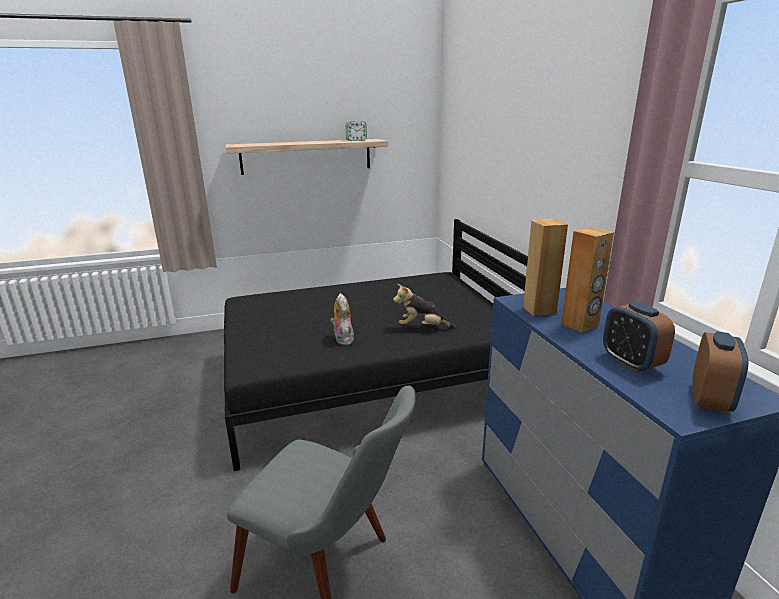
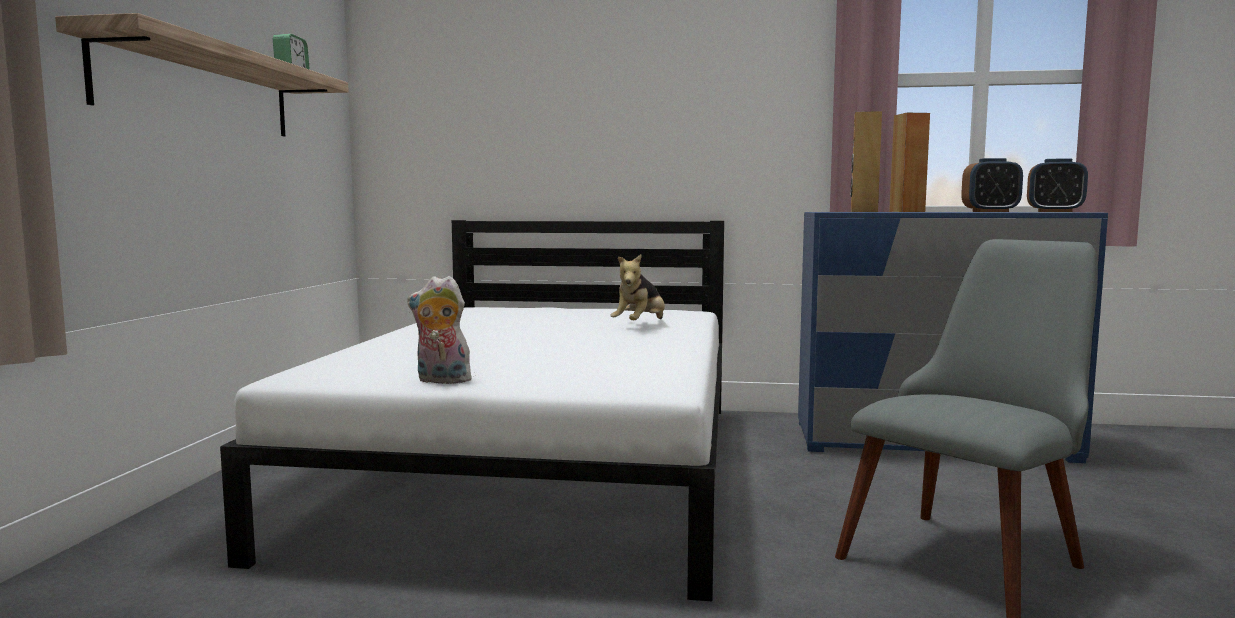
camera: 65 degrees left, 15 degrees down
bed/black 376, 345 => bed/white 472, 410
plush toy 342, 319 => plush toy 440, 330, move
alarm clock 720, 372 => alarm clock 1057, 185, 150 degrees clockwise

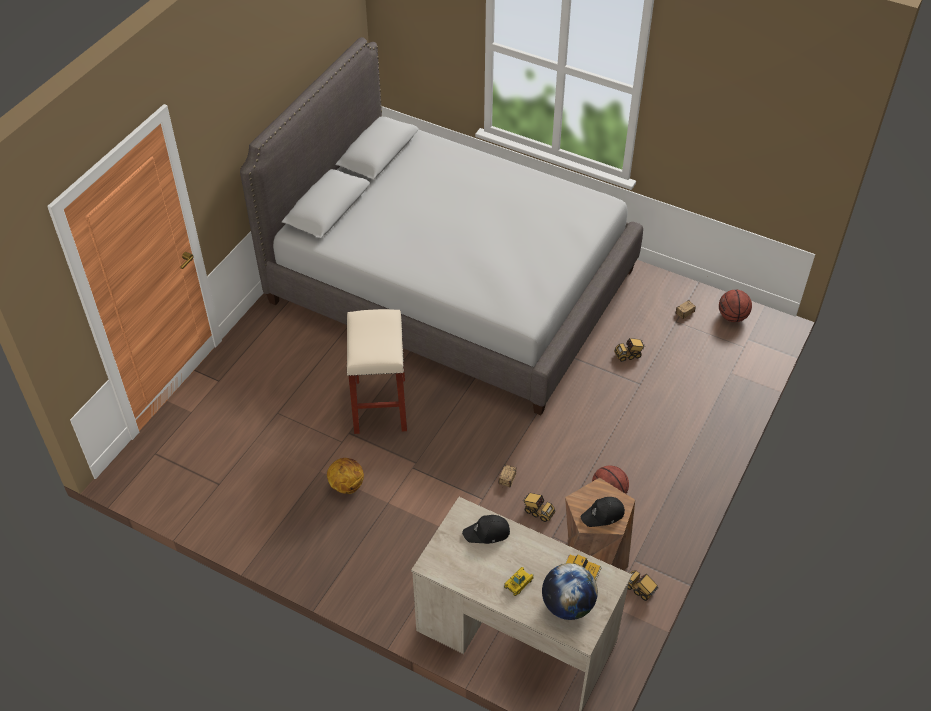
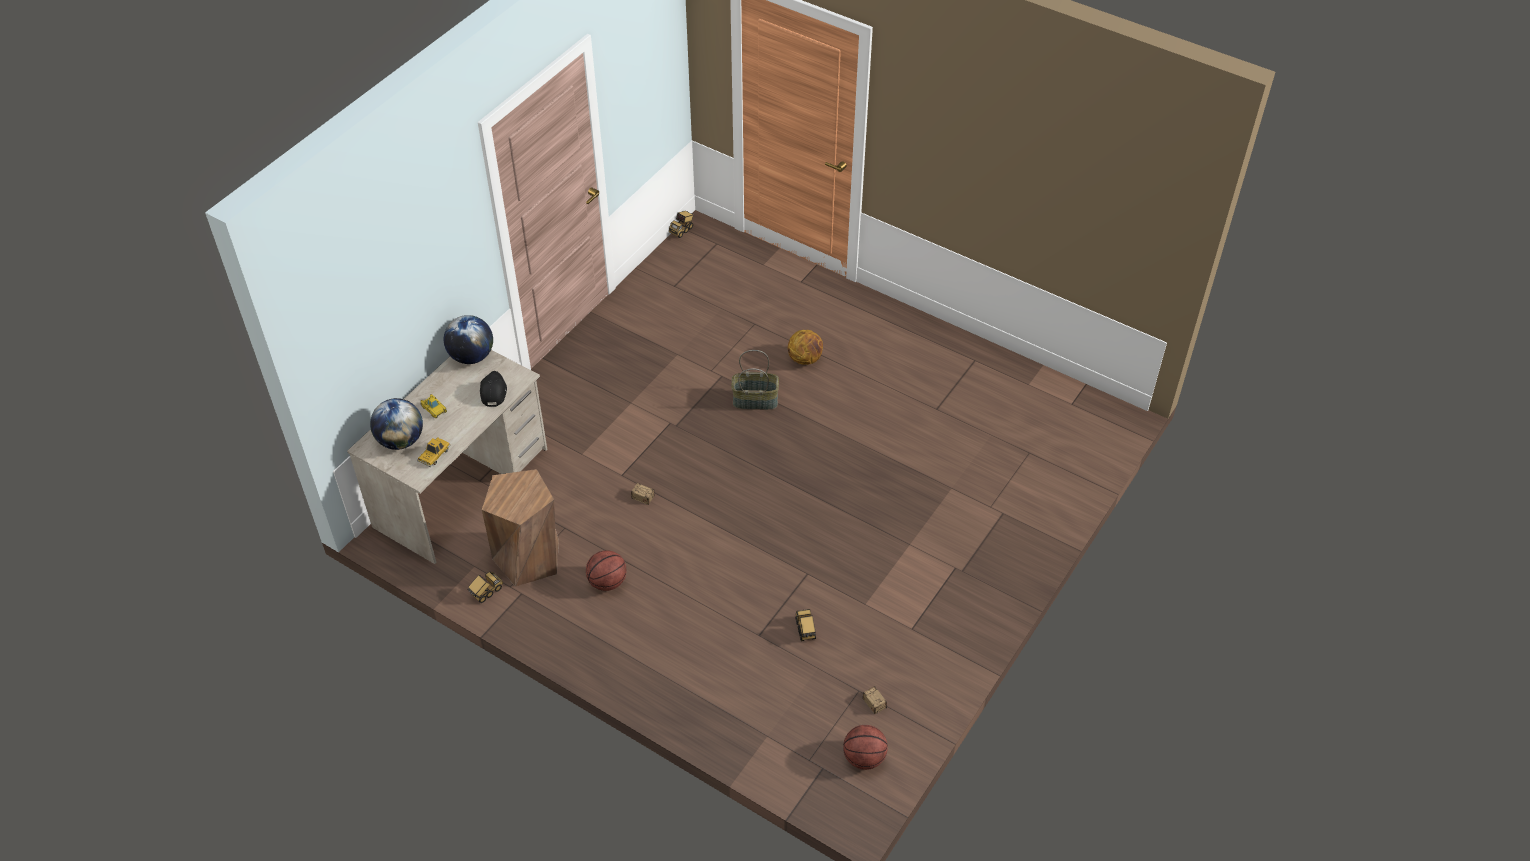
camera: 95 degrees right, 0 degrees up
nothing => globe 468, 339
toy truck 539, 507 => toy truck 681, 224, move
stool/beige 377, 371 => basket 755, 380
basketball 345, 476 => basketball 805, 347, move
bed/grey 441, 226 => nothing
cap/black 603, 512 => nothing

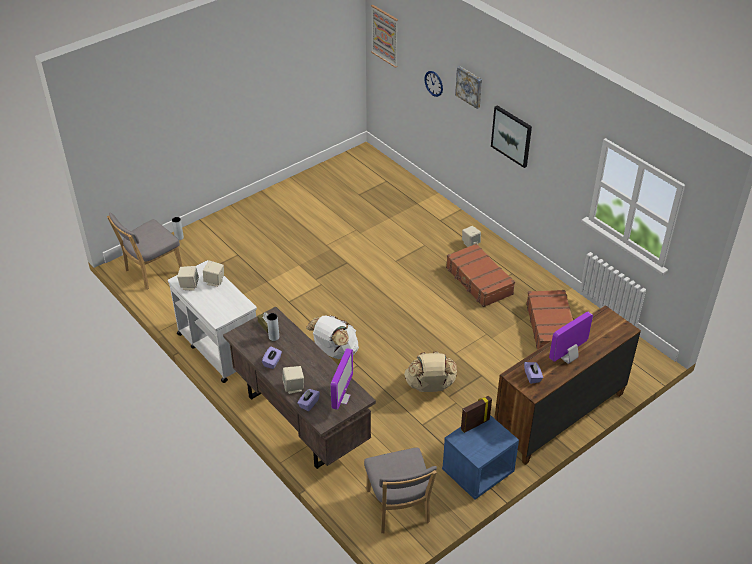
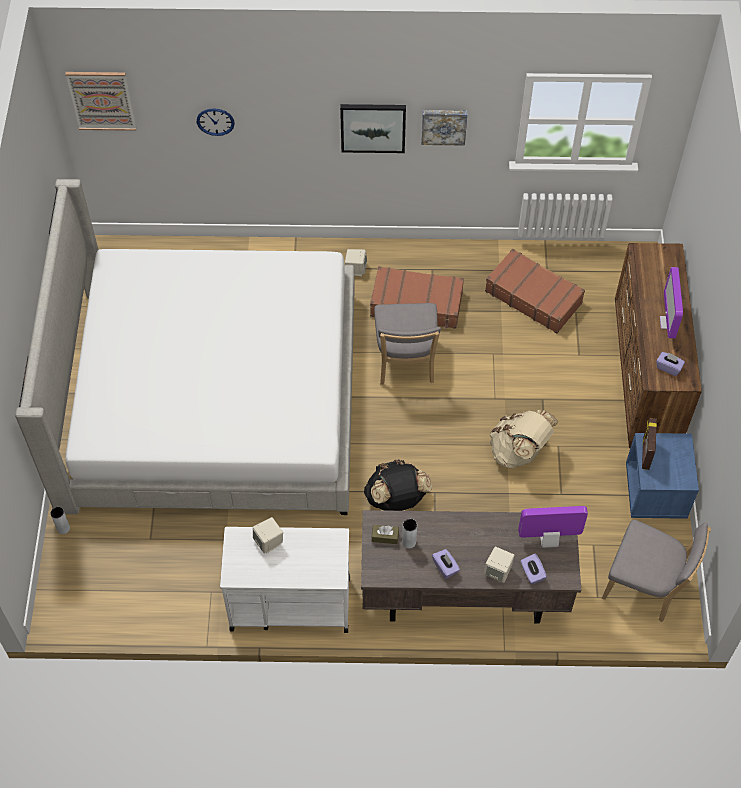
camera: 50 degrees left, 15 degrees up
nothing => bed 185, 347
backpack/white 332, 337 => backpack/black 398, 485
chair/grey 145, 251 => chair/grey 407, 344, move
picture 468, 87 => picture 444, 127, move
monitor 341, 379 => monitor 553, 527, 60 degrees counterclockwise
speaker/beige 188, 278 => nothing

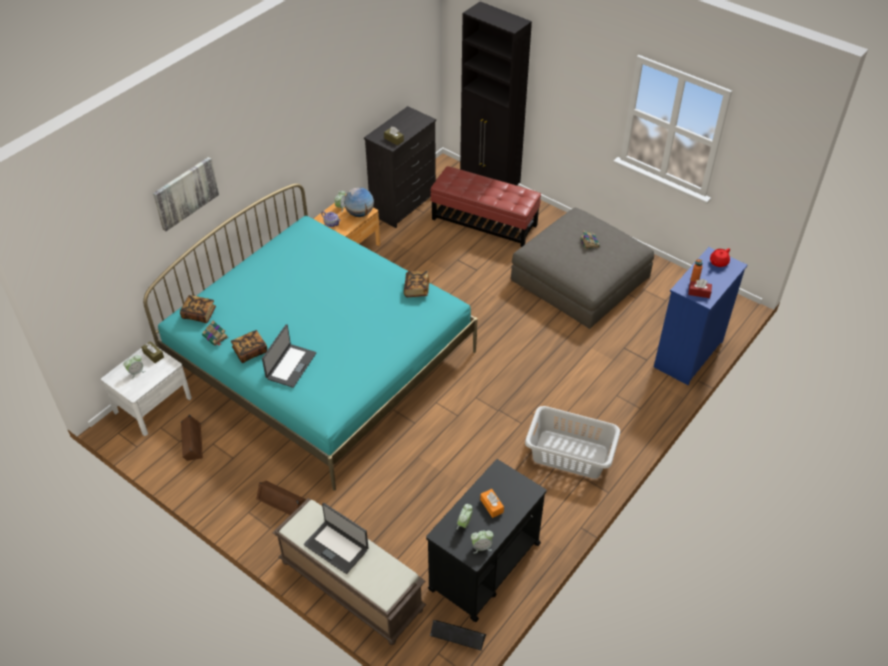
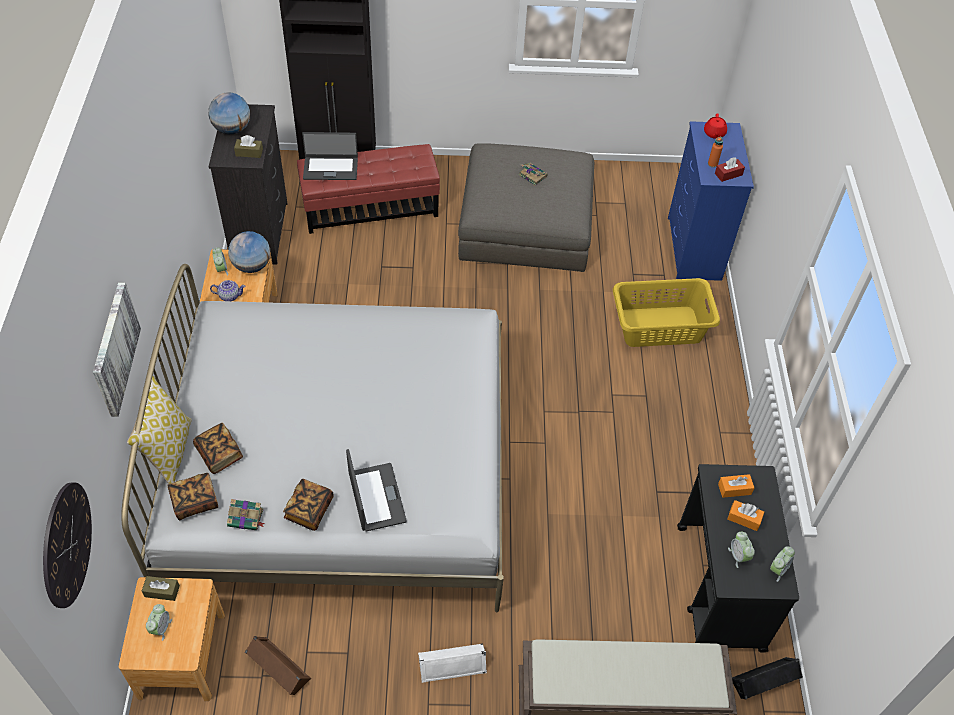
camera: 40 degrees left, 5 degrees up
nothing => wall clock 67, 545
nightstand/white 146, 392 => nightstand/brown 172, 639
bed/turquoise 310, 337 => bed/white 312, 438
nothing => pillow 159, 430
book 417, 284 => book 218, 448, move
nothing => globe 229, 113
laptop 336, 538 => laptop 330, 156, move
speaker/brown 281, 497 => speaker/white 452, 663
nothing => laundry basket/yellow 666, 312
nothing => tissue box/orange 736, 486
laundry basket/grey 572, 442 => nothing

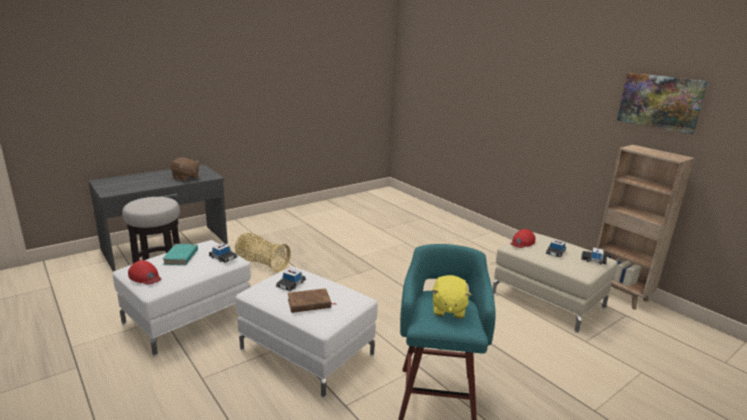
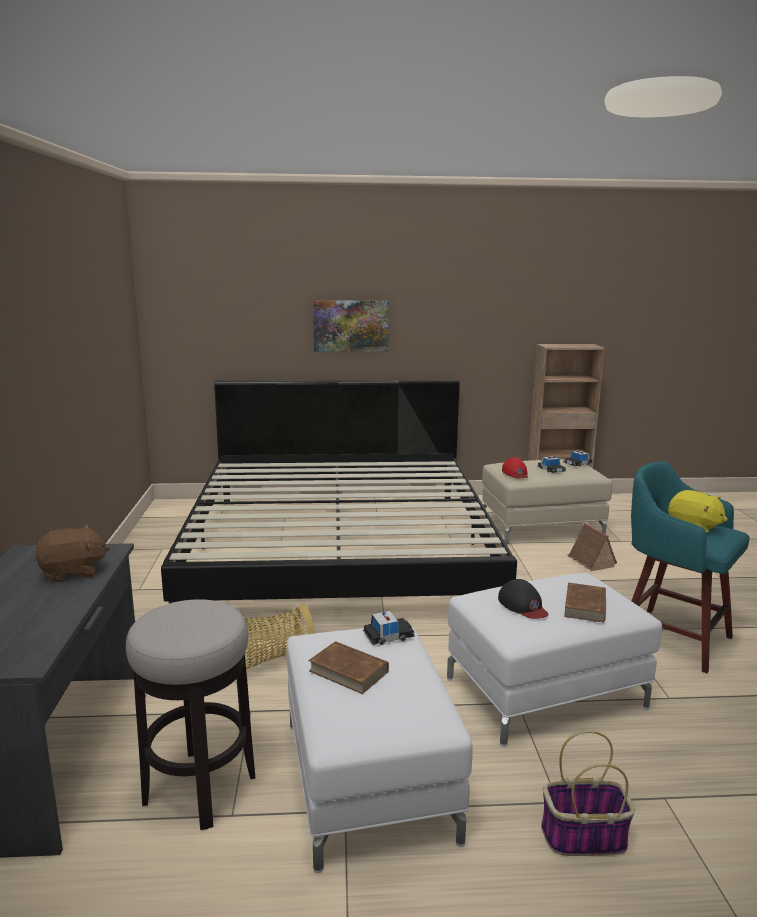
camera: 55 degrees left, 5 degrees down
nothing => bed 339, 491
book/turquoise 180, 254 => book/brown 348, 667
picture 663, 103 => picture 351, 325, move
toy car 291, 279 => cap/black 523, 599
nothing => basket 588, 793
nothing => toy house 592, 547
cap/red 144, 272 => nothing

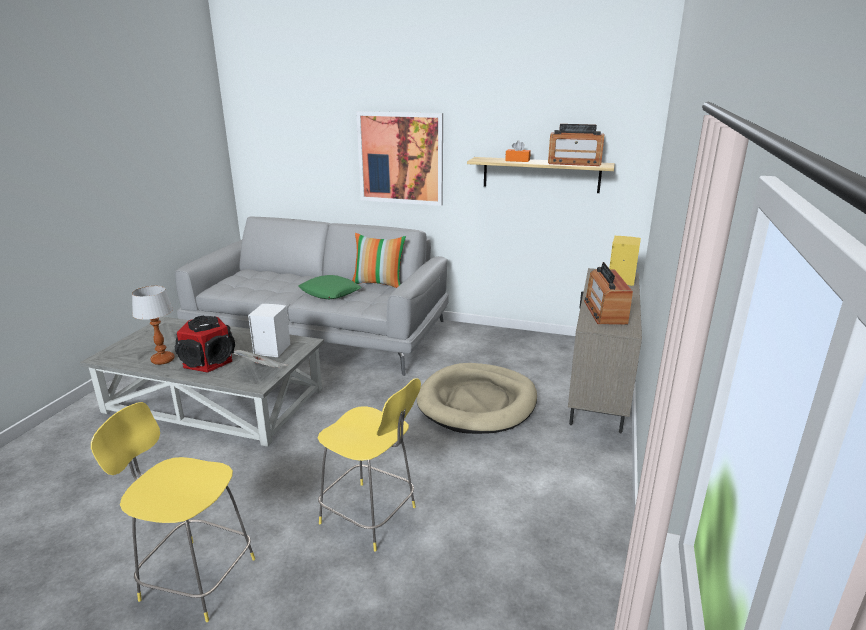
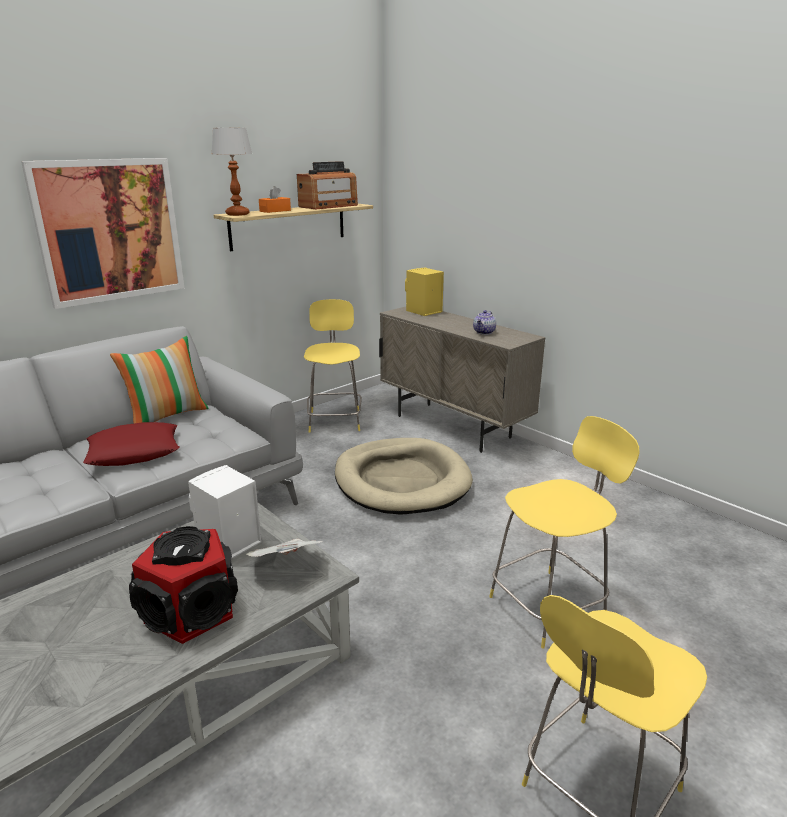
camera: 60 degrees left, 0 degrees up
pillow/green 329, 287 => pillow/red 131, 444
table lamp 153, 325 => table lamp 232, 172, move
nothing => stool/yellow 333, 366
radio 608, 293 => teapot 484, 322

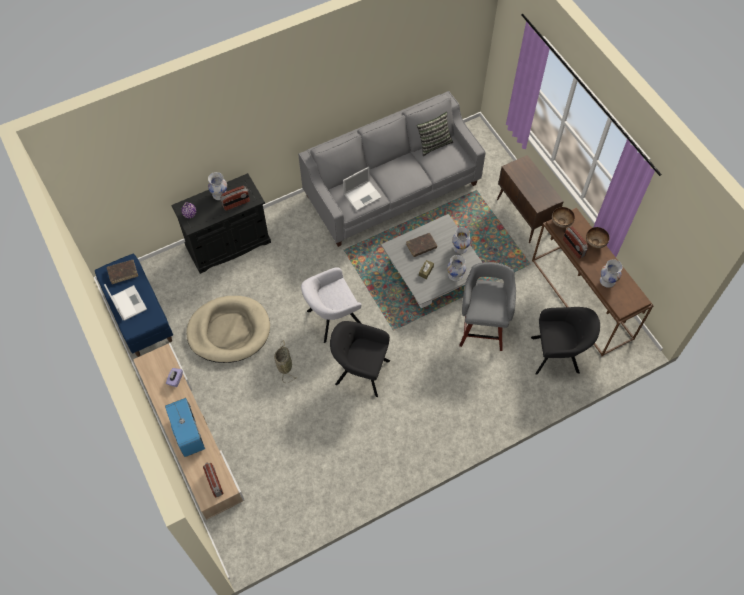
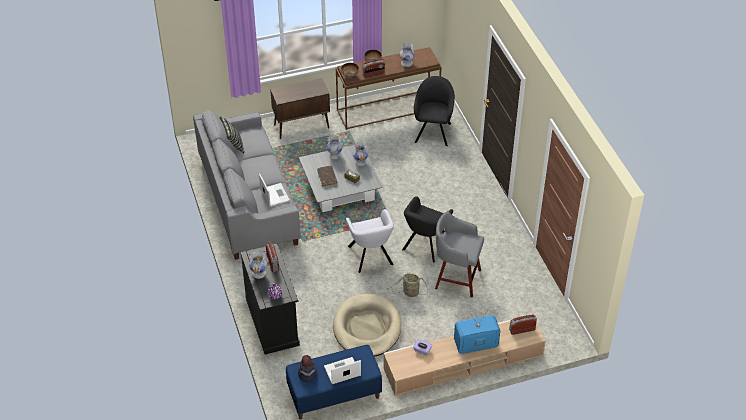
camera: 80 degrees left, 15 degrees down
book/brown 122, 272 => hat 307, 369
stool/grey 488, 306 => stool/grey 459, 254, move

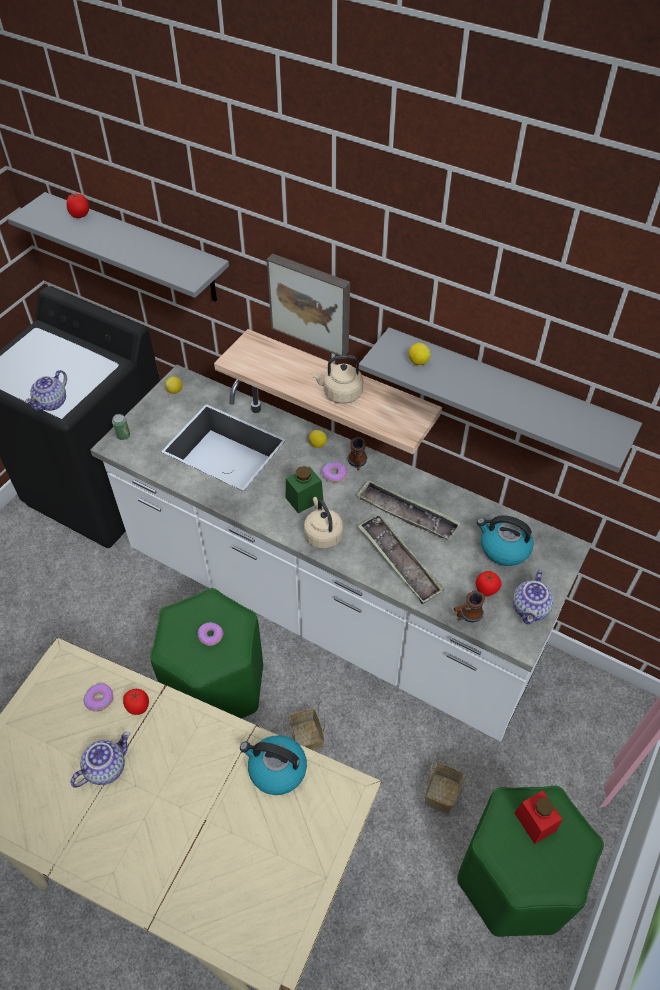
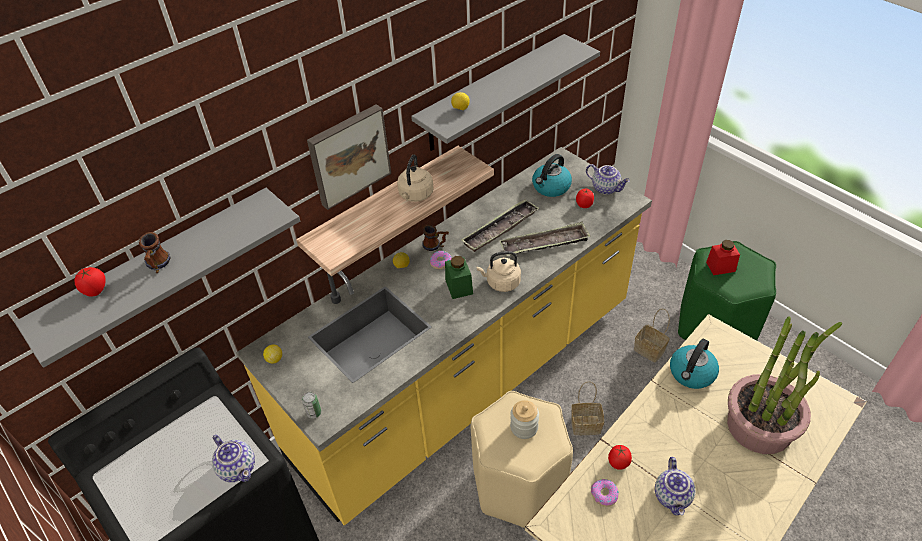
camera: 70 degrees left, 5 degrees down
mug 469, 606 => mug 155, 252, move
counter/white 341, 553 => counter/yellow 444, 336
stool/green 206, 653 => stool/beige 522, 459
donut 211, 634 => jar 524, 419
teapot 100, 760 => teapot 675, 486, 150 degrees counterclockwise
nothing => potted plant 784, 385

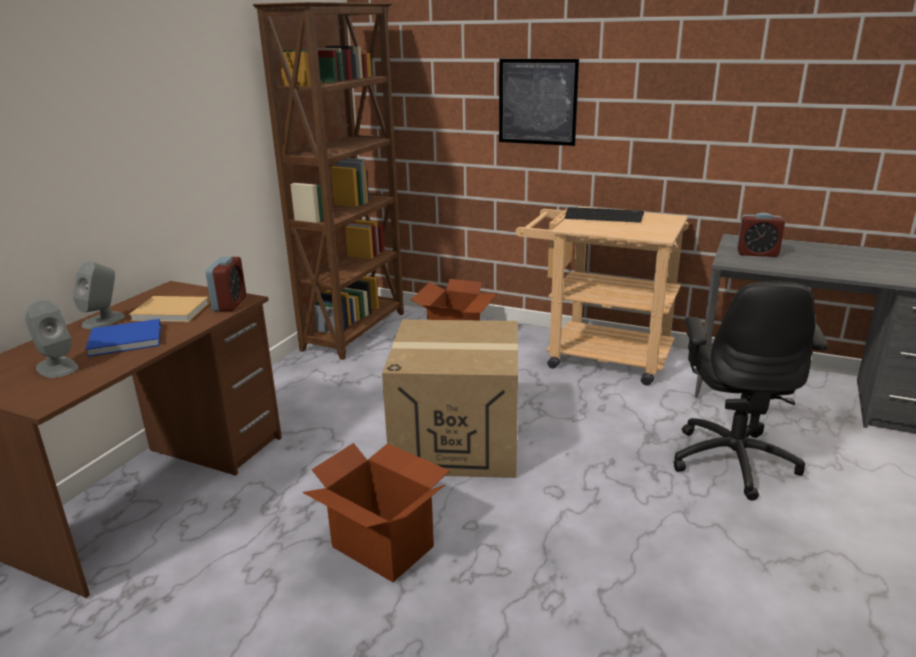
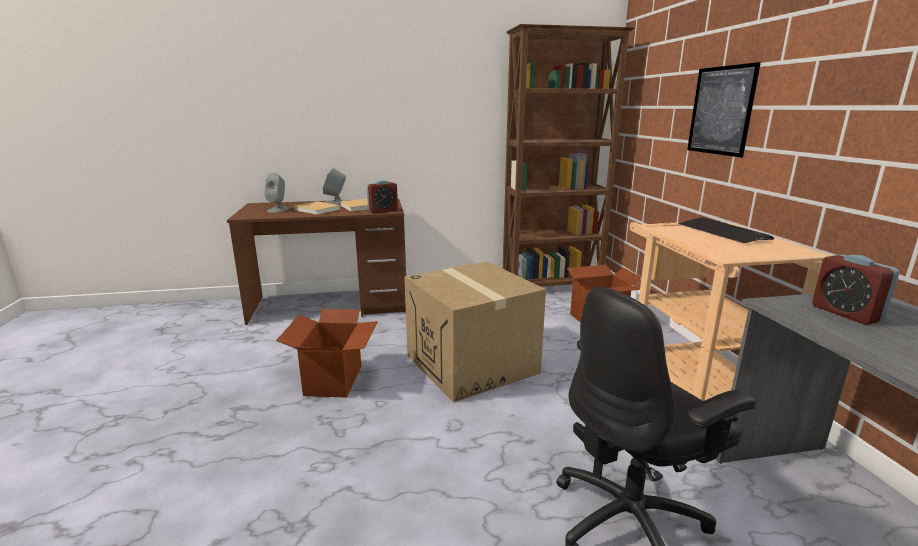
camera: 55 degrees right, 5 degrees down
book/blue 123, 338 => book/beige 317, 208

